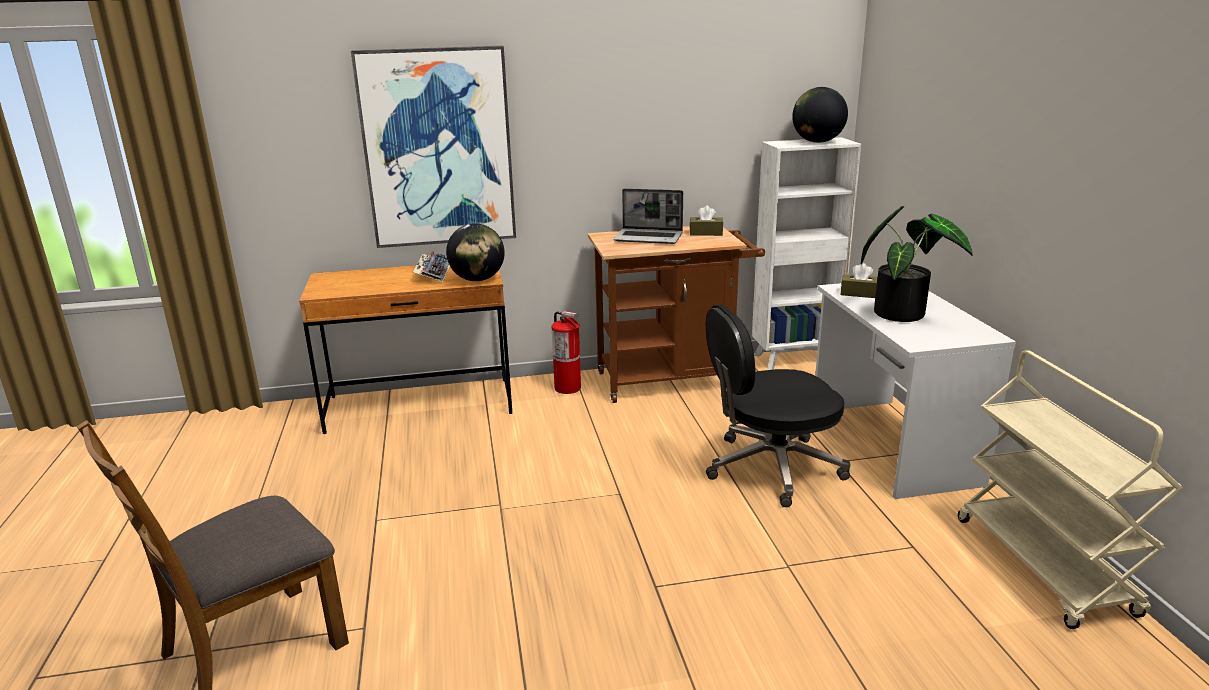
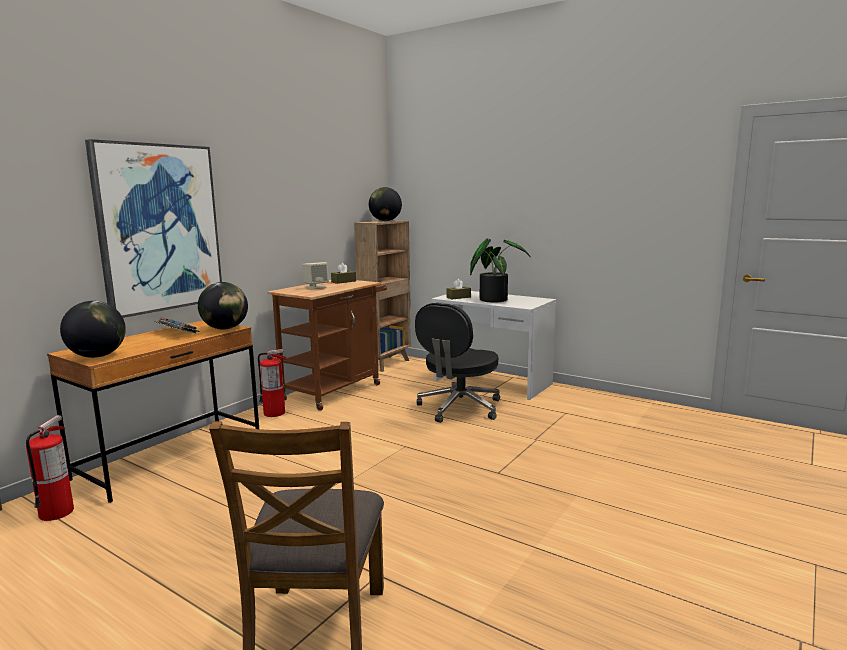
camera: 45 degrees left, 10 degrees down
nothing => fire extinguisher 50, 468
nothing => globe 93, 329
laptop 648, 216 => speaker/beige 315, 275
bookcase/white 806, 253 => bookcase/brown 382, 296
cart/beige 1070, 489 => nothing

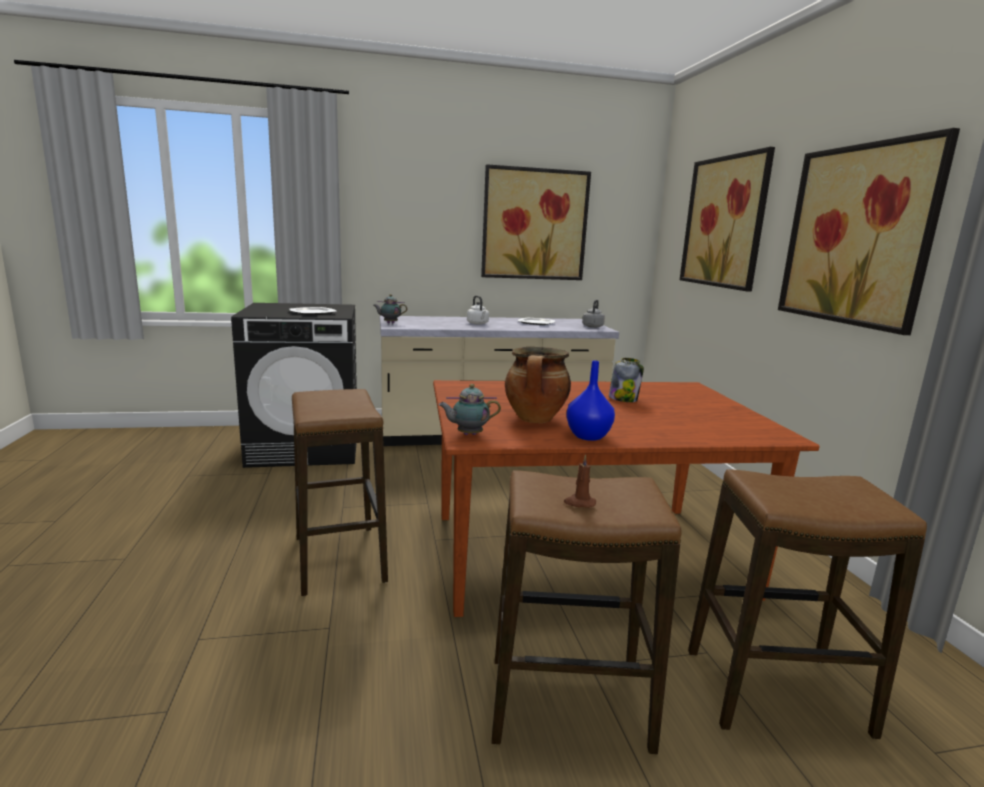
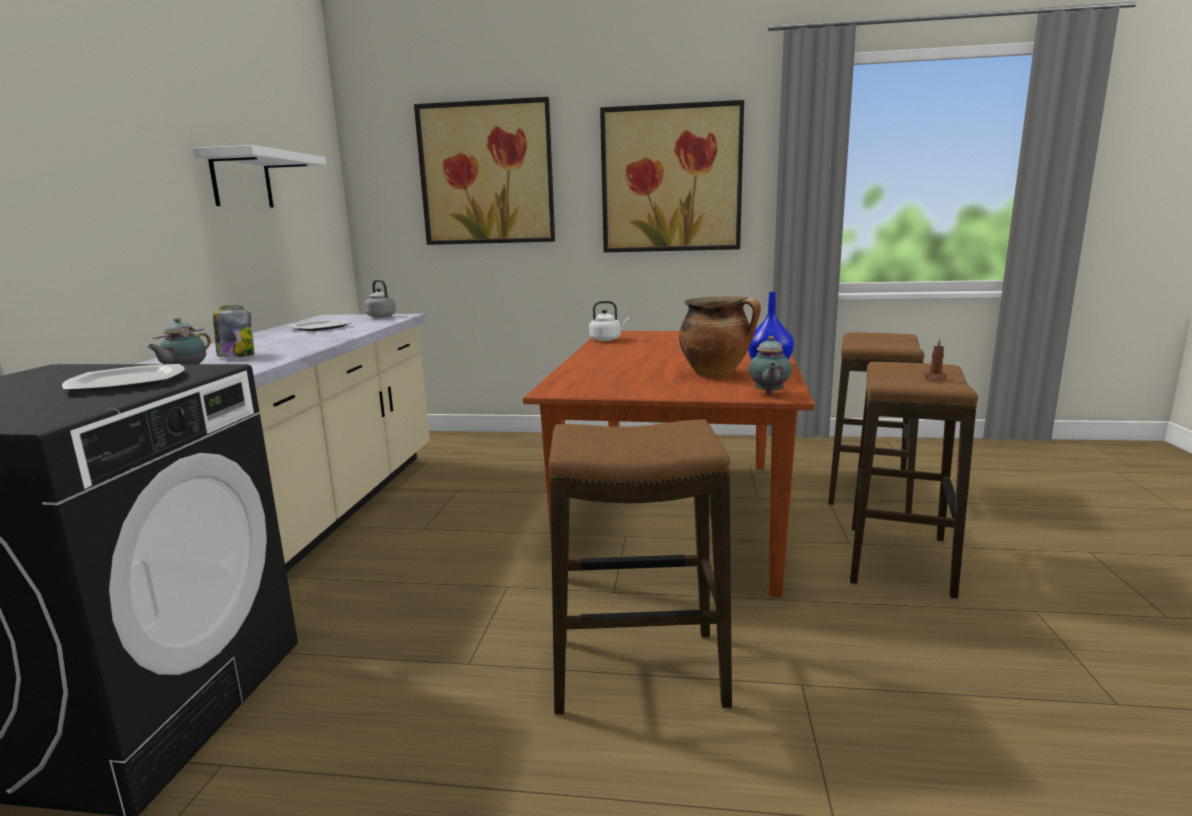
camera: 70 degrees left, 0 degrees up
picture 536, 222 => shelf/white 259, 176
jar 626, 380 => jar 234, 331, move
kettle/white 478, 310 => kettle/white 609, 321, move

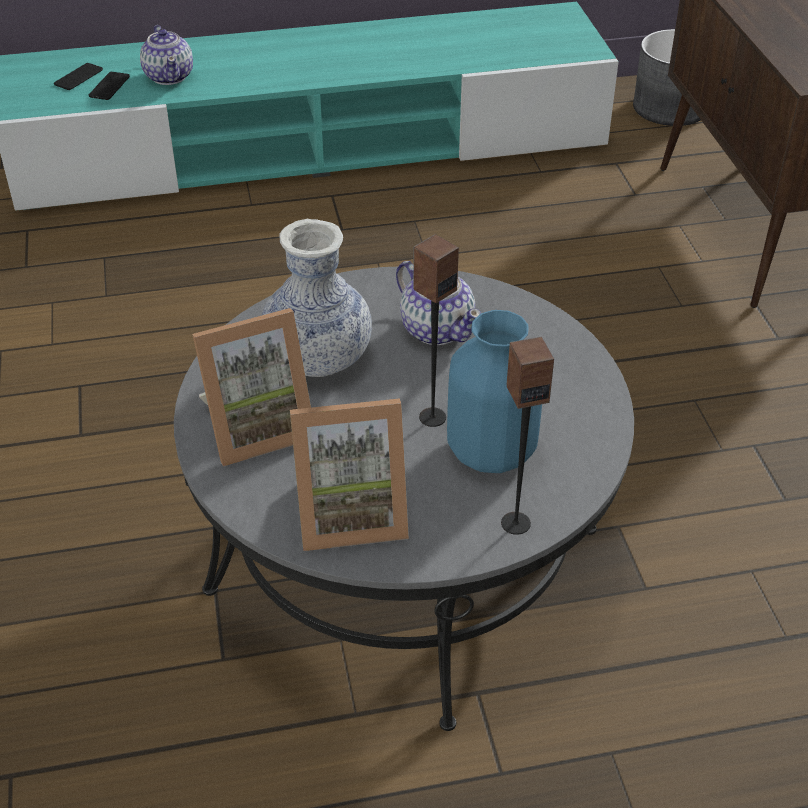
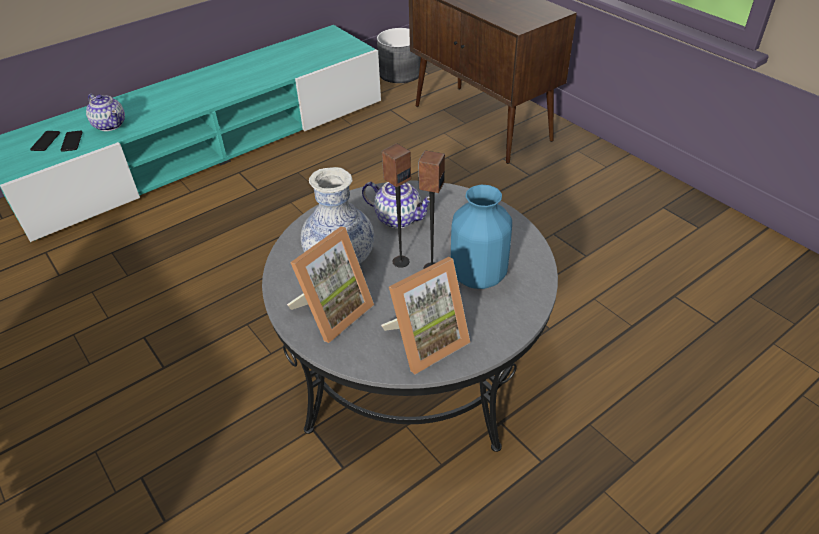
camera: 25 degrees left, 0 degrees up
speaker 527, 436 => speaker 396, 205, move

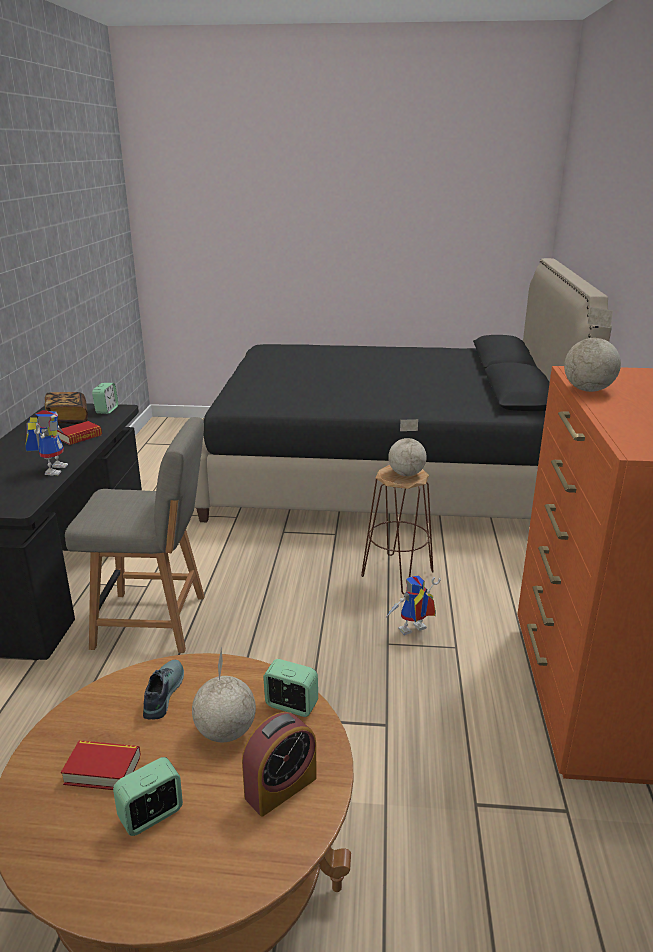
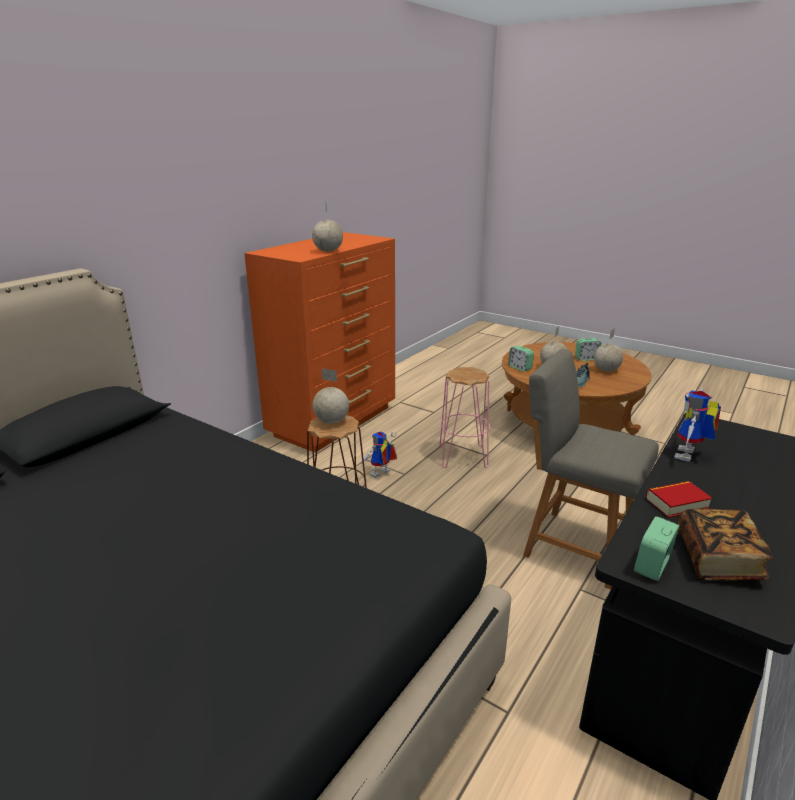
camera: 150 degrees left, 0 degrees up
toy robot 413, 605 => toy robot 379, 454, 135 degrees clockwise
nothing => stool/pink 464, 417
book 101, 765 => globe 608, 350
alarm clock 279, 764 => nothing

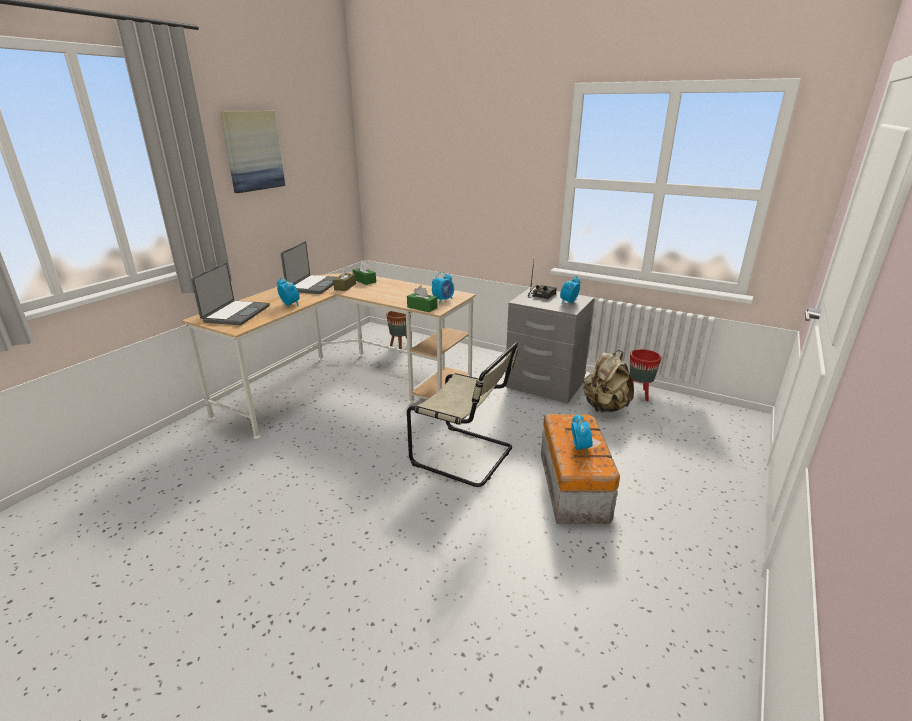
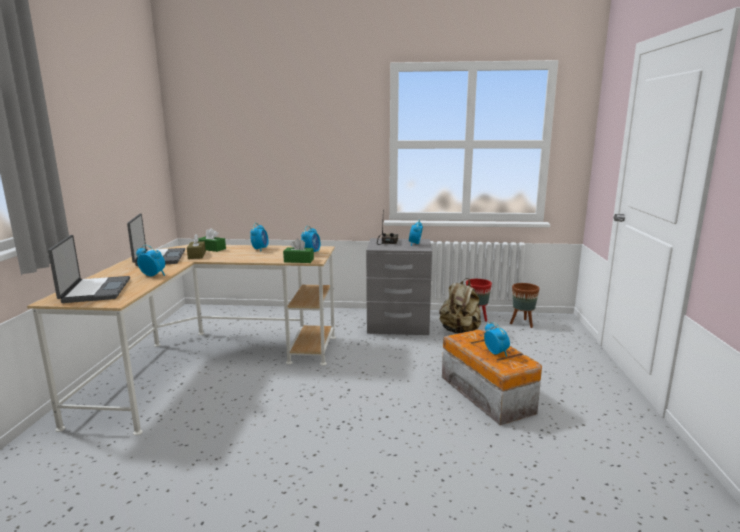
camera: 25 degrees left, 10 degrees down
nothing => alarm clock 259, 237
planter/brown 398, 330 => planter/brown 525, 305, move
picture 252, 152 => nothing
chair/beige 462, 414 => nothing

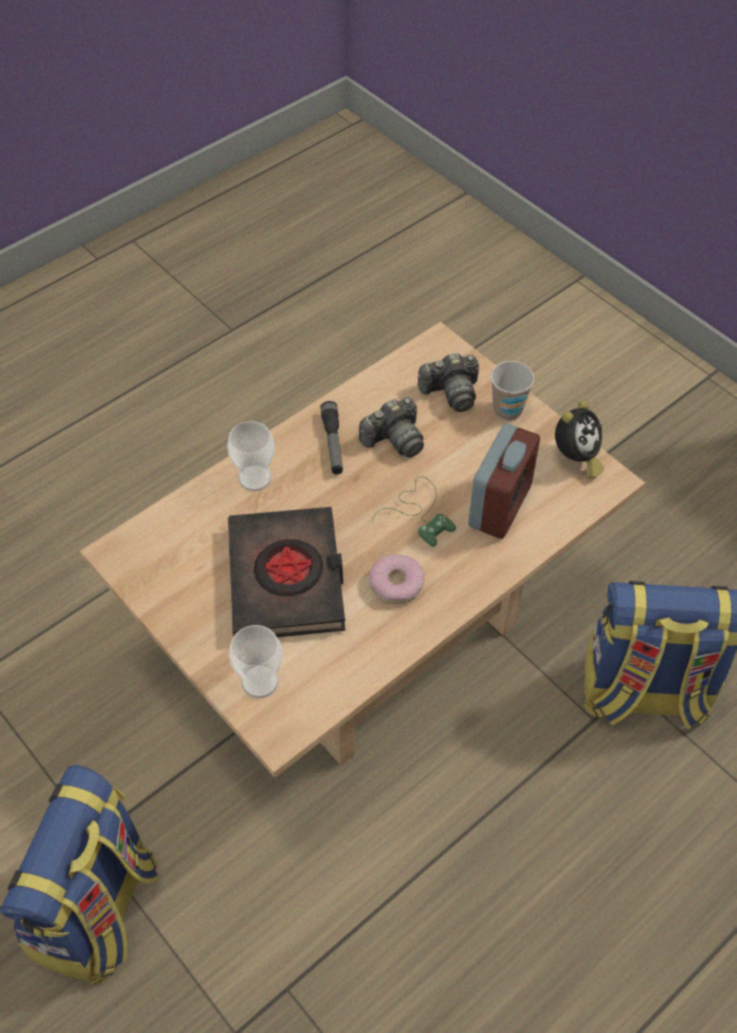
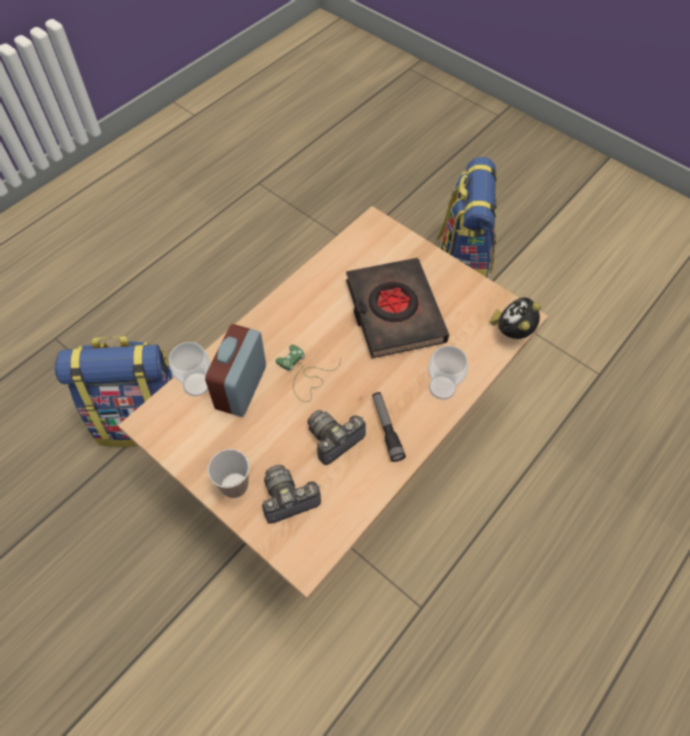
camera: 170 degrees right, 5 degrees up
cup 256, 661 => cup 189, 369, move
alarm clock 579, 439 => alarm clock 515, 318, move
donut 396, 579 => nothing

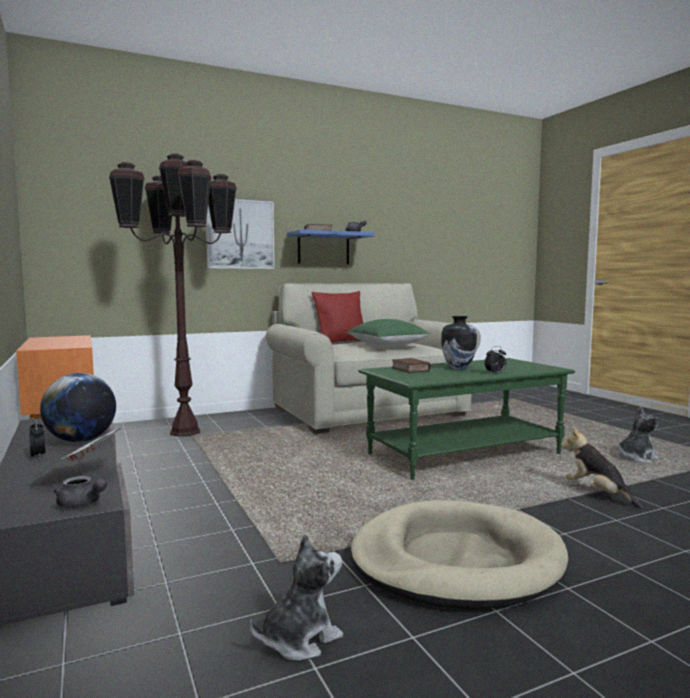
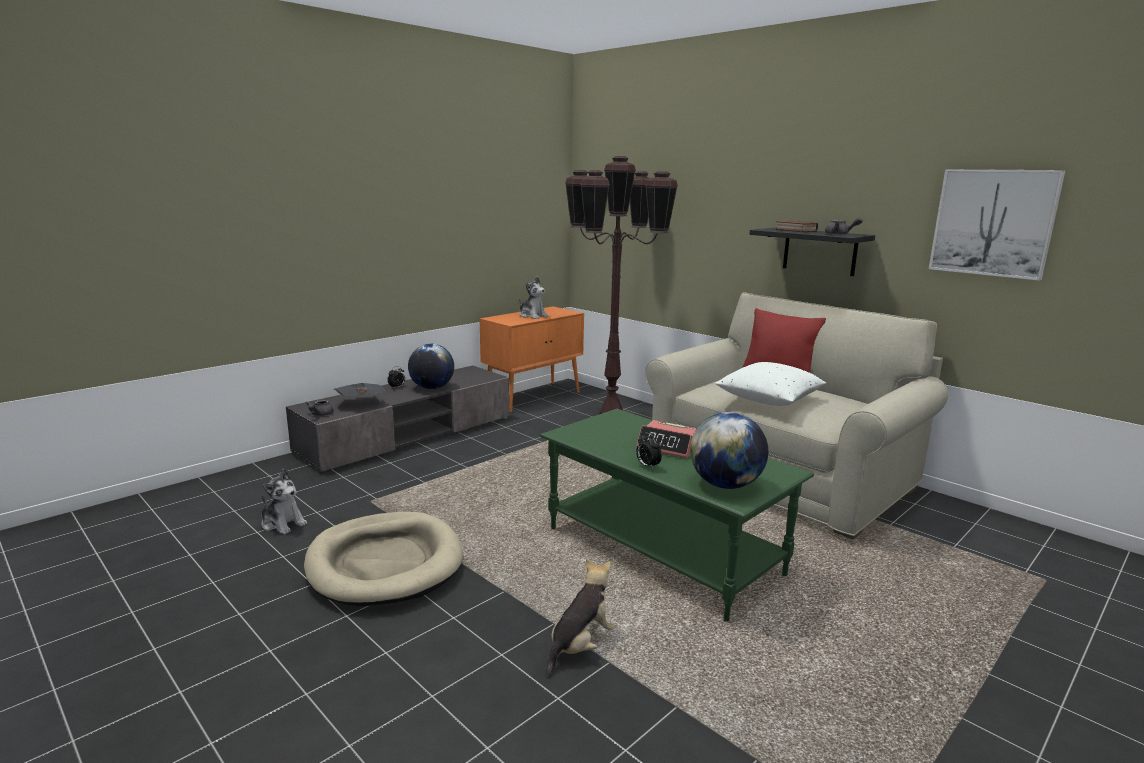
camera: 70 degrees right, 10 degrees up
plush toy 638, 434 => plush toy 534, 298, move
vase 459, 342 => alarm clock 666, 439
nothing => globe 729, 450
pillow/green 388, 333 => pillow/white 770, 384
shelf/blue 331, 246 => shelf/black 812, 252
picture 240, 234 => picture 997, 225, move
book 411, 365 => nothing

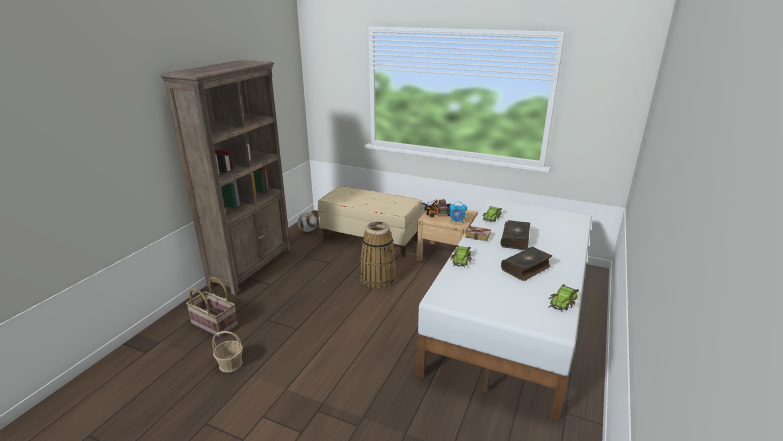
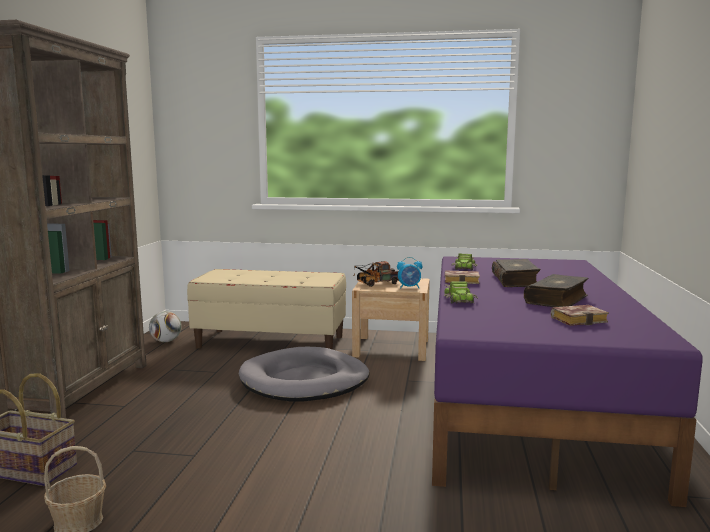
camera: 15 degrees left, 15 degrees down
basket 378, 255 => dog bed/grey 304, 374
bed/white 504, 310 => bed/purple 567, 381
nothing => book 580, 315
toy car 563, 298 => nothing

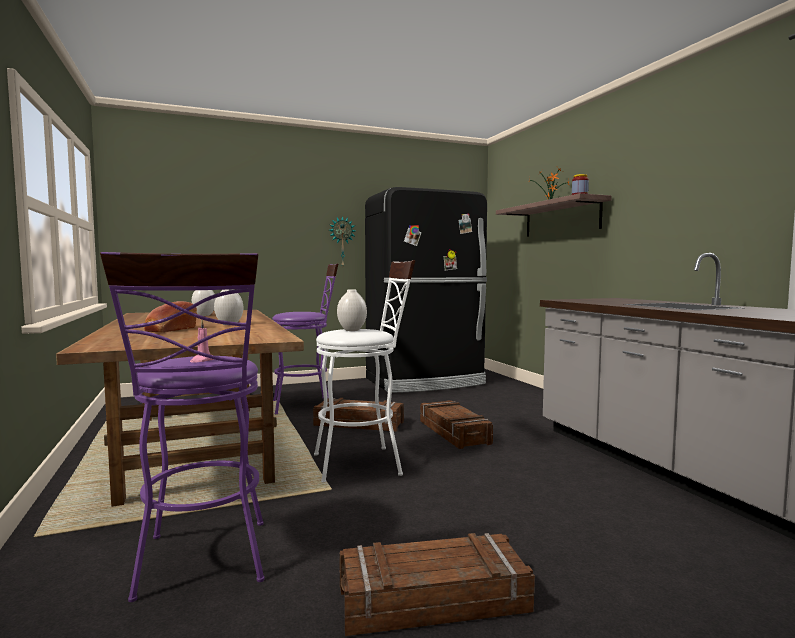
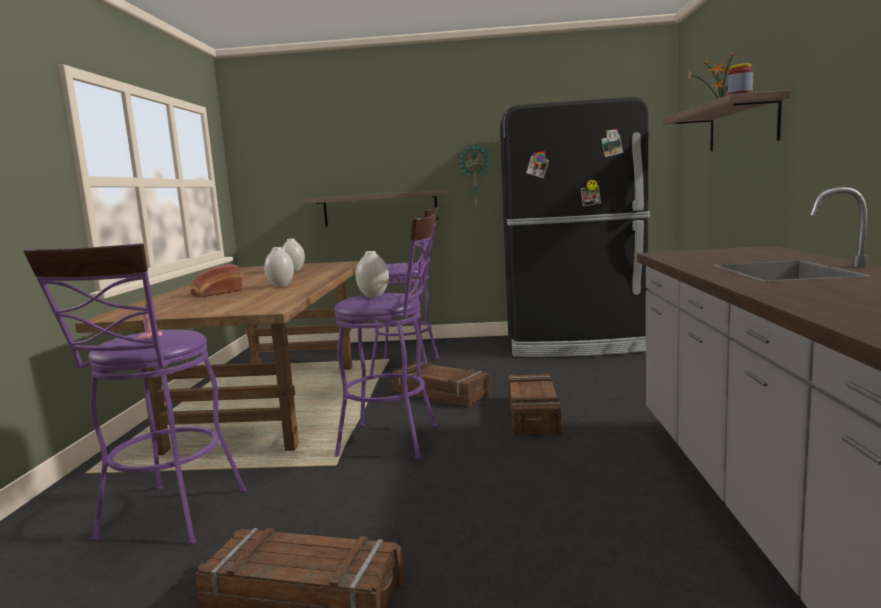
camera: 25 degrees right, 5 degrees up
nothing => shelf 375, 208
stool/white 365, 371 => stool/purple 385, 337

